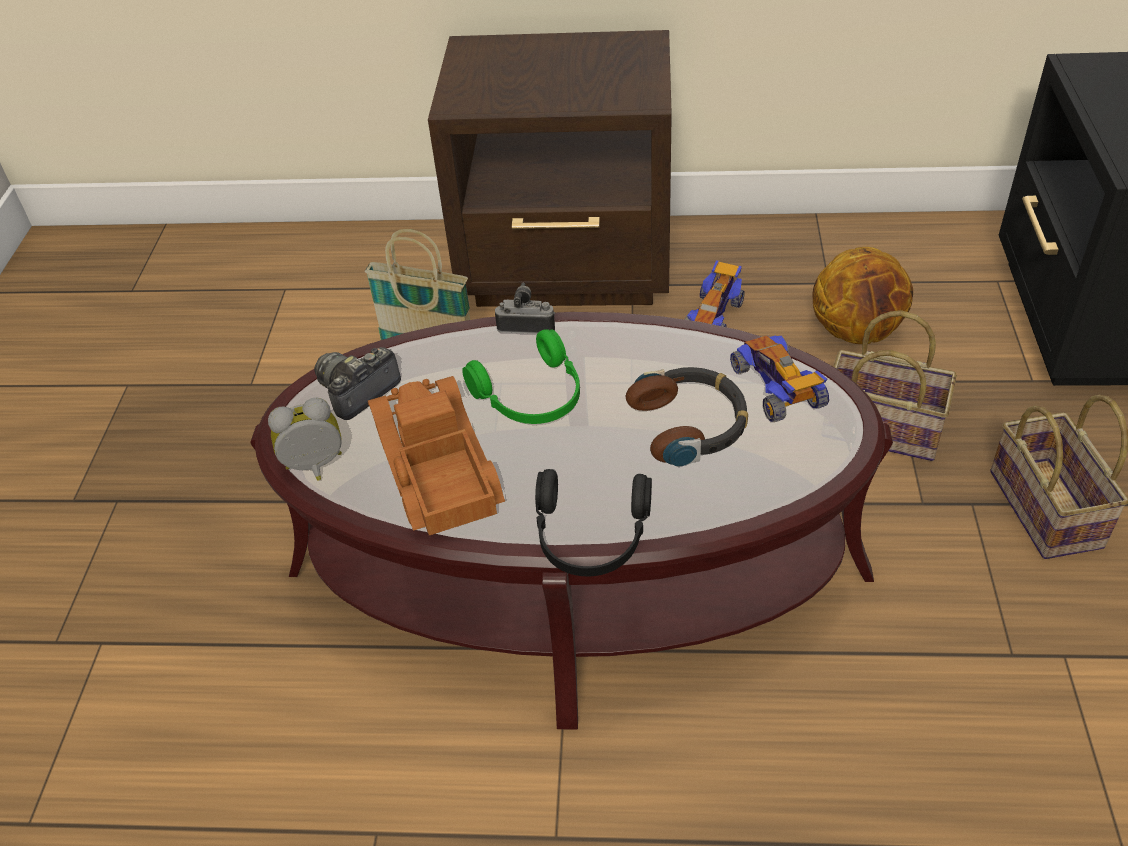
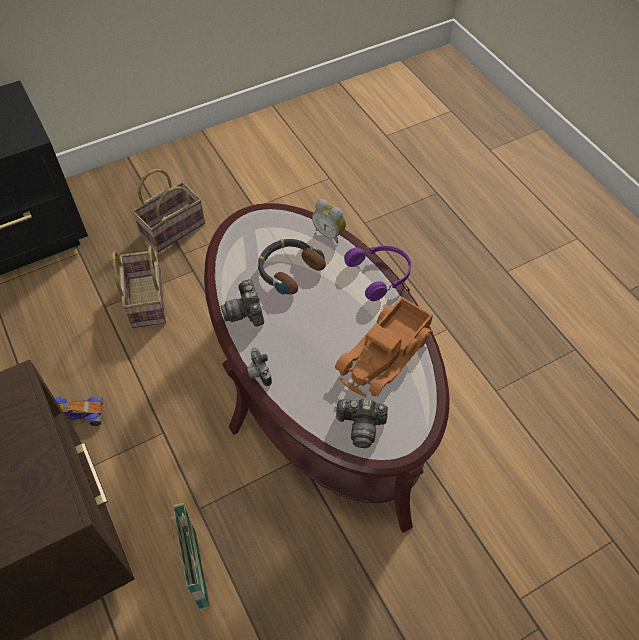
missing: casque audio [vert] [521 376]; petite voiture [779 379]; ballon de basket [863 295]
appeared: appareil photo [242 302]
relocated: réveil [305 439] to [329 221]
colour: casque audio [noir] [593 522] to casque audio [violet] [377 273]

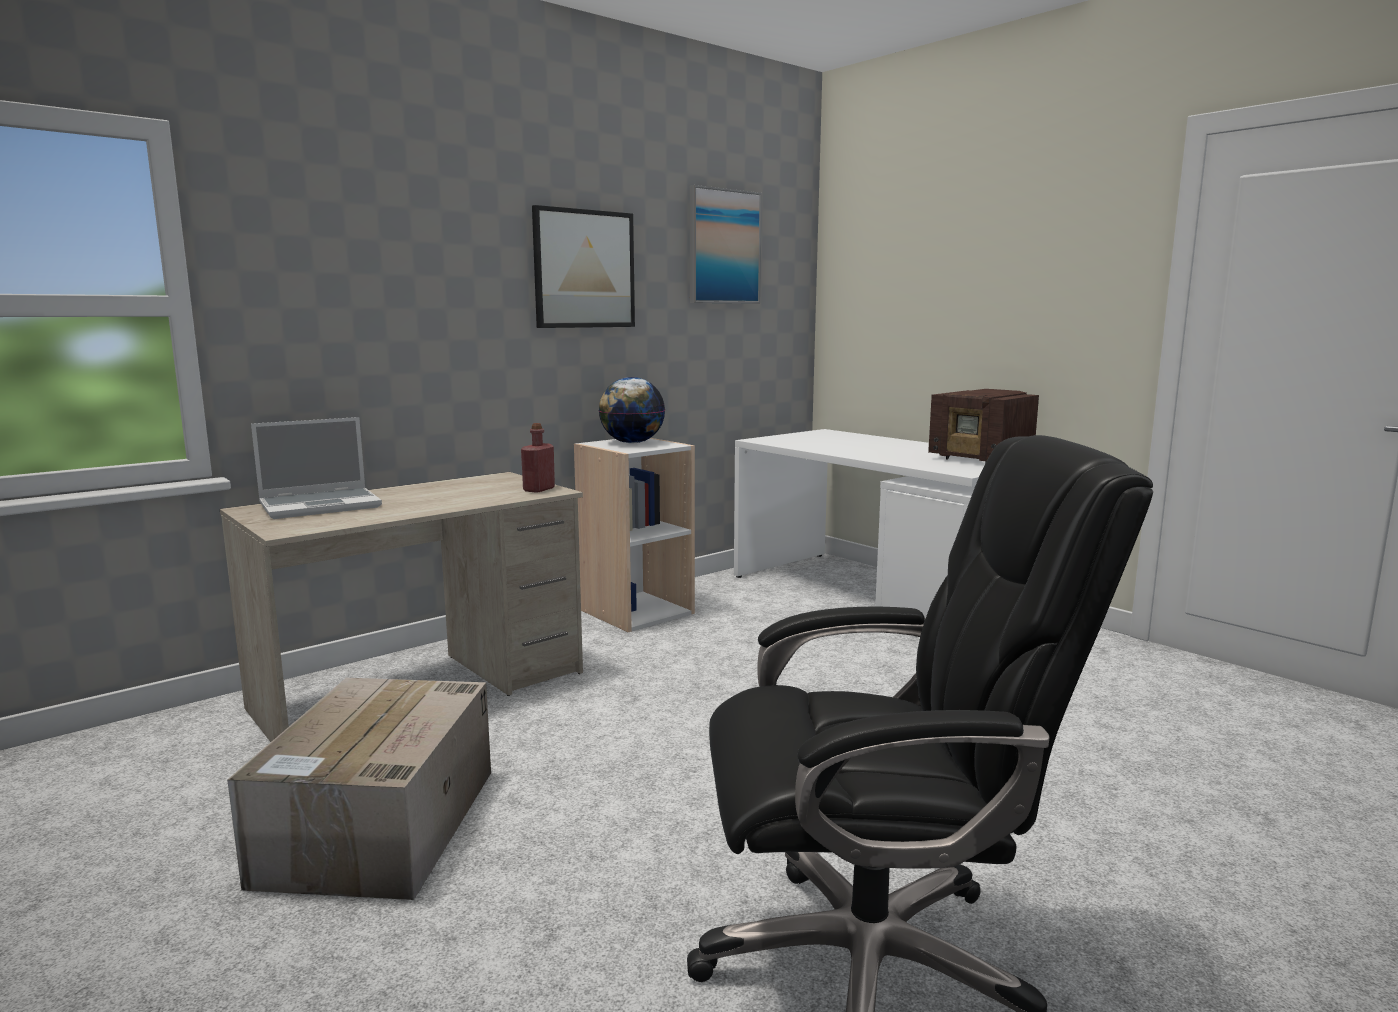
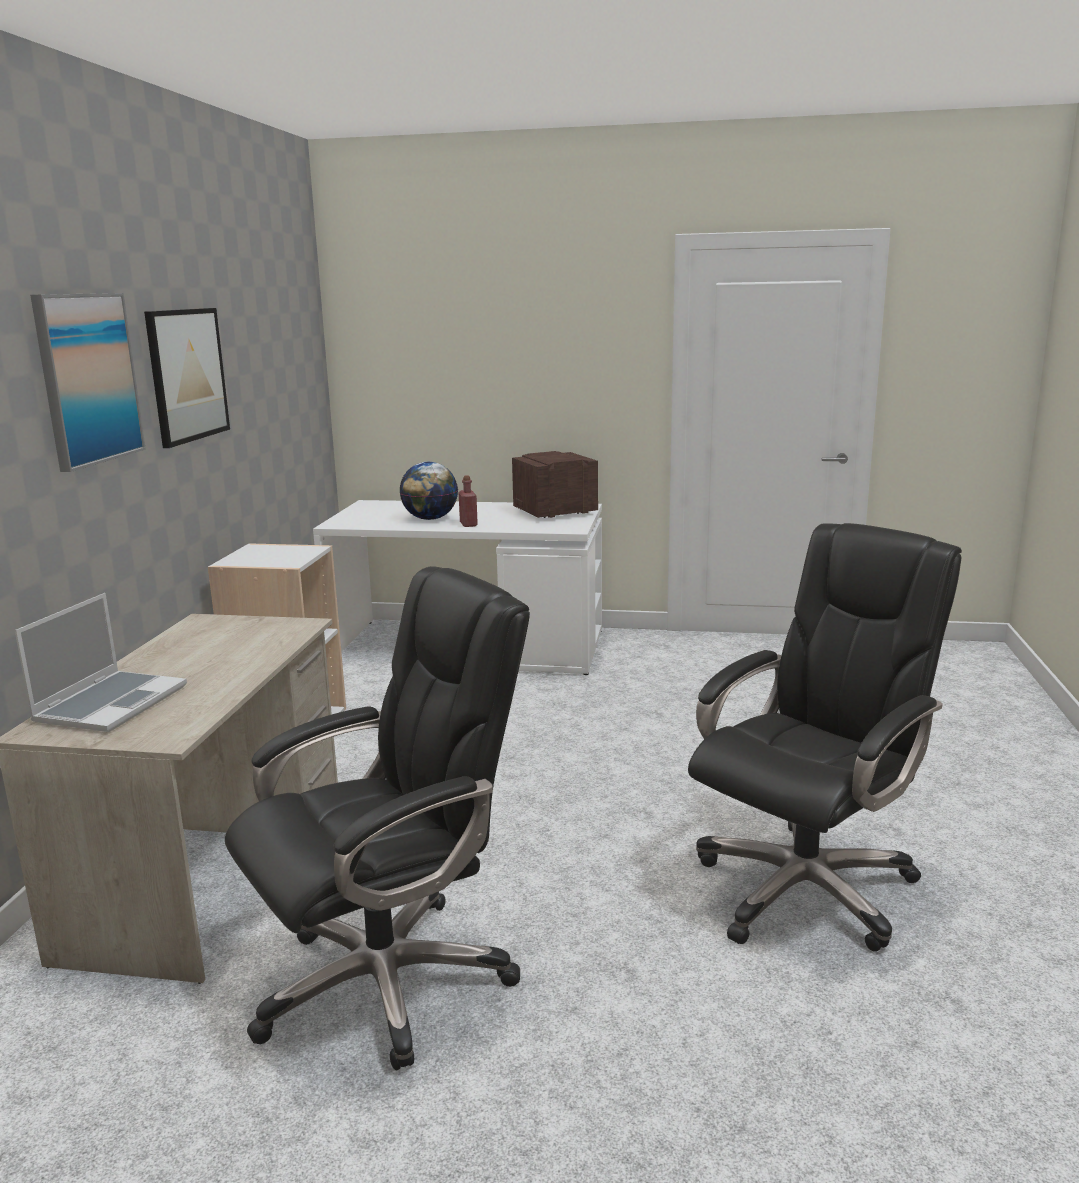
relocated: bouteille [rouge] [538 458] to [468 501]; globe [632 410] to [428 491]; tableau [726 244] to [88 382]
exchanged: carton [359 789] to chaise de bureau [noir] [377 818]
spun: radio [983 426] = [555 484] 150 degrees clockwise

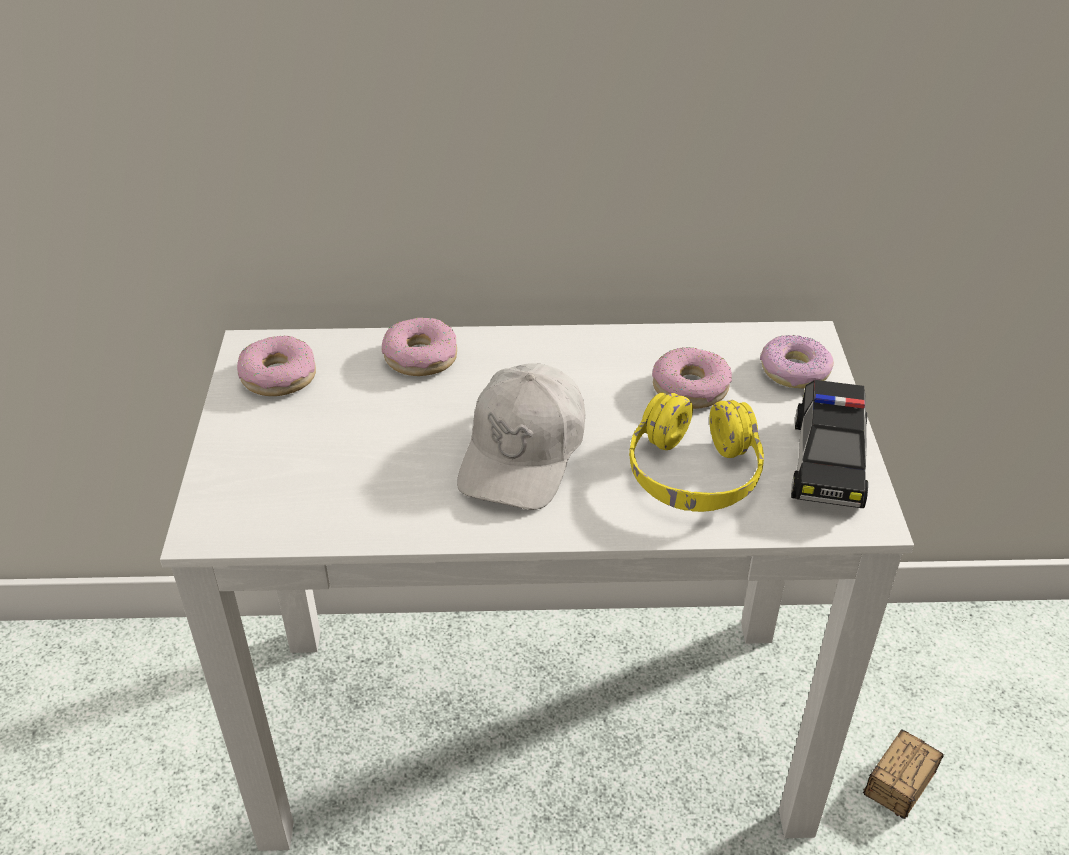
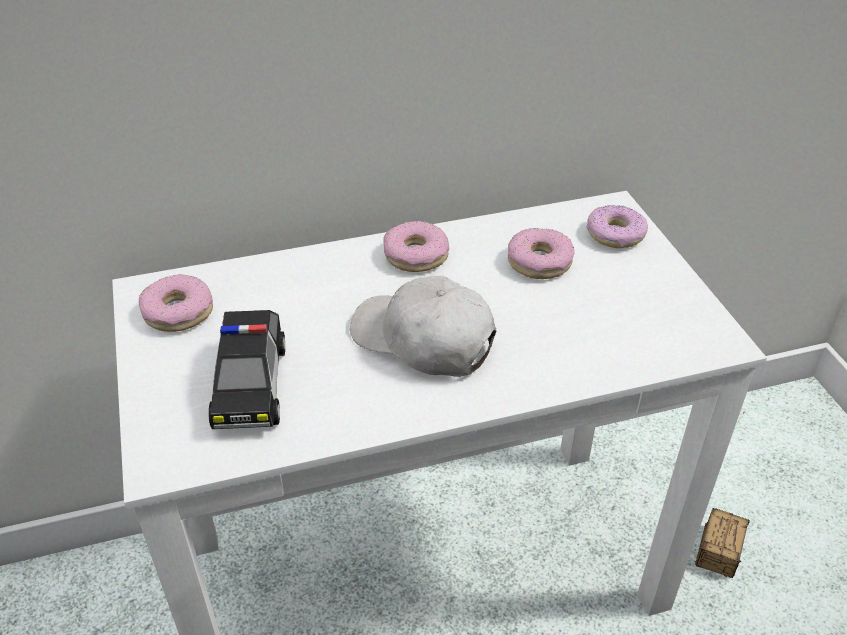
missing: casque audio [jaune] [696 452]
relocated: beignet [419 346] to [416 246]; petite voiture [829 444] to [247 369]
spun: casquette [blanc] [521 436] = [423 326] 120 degrees clockwise

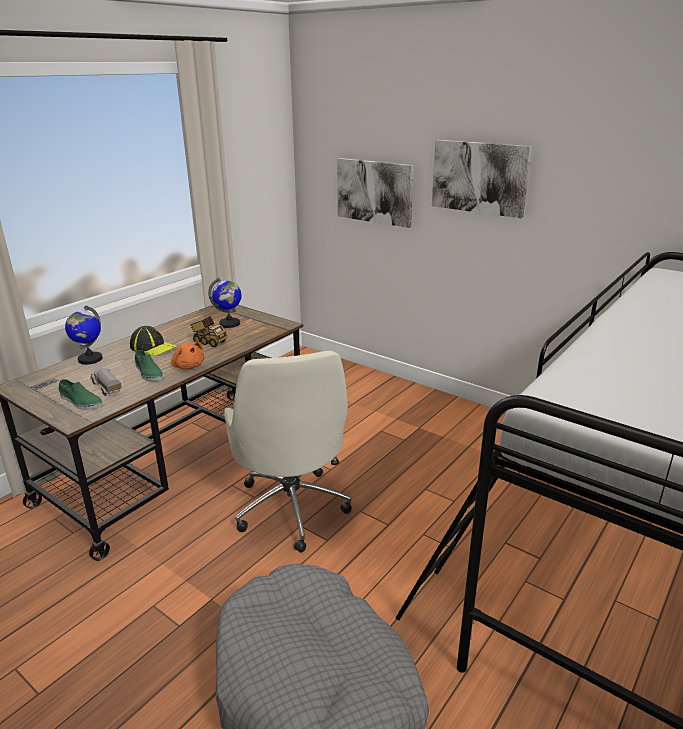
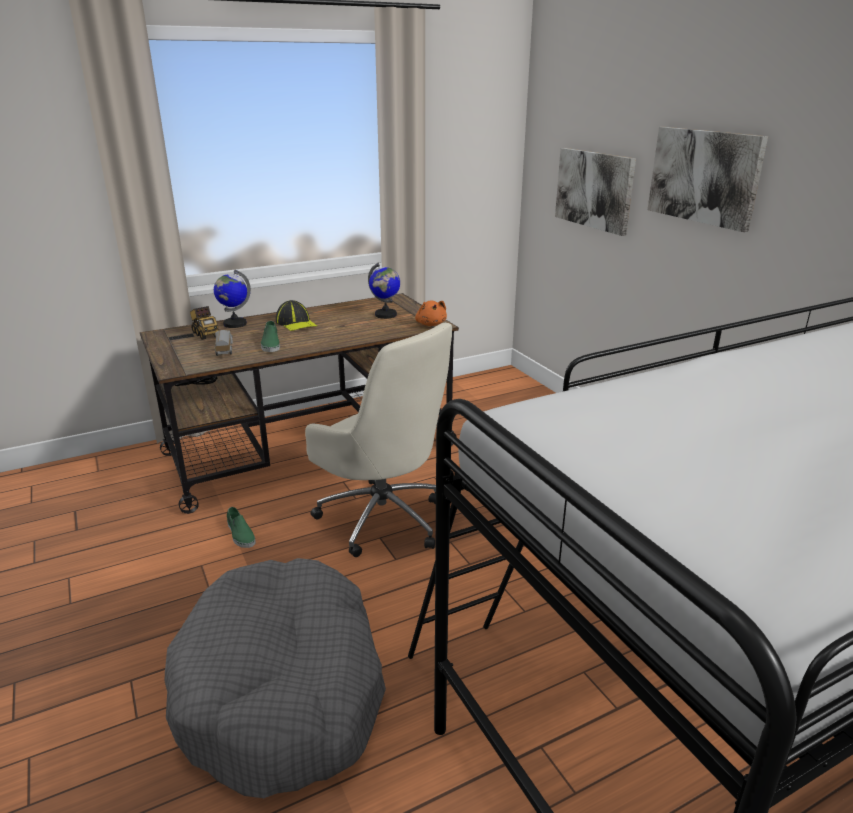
relocated: chaussure [vert] [80 394] to [241 527]; peluche [orange] [188 355] to [431 313]; camion jouet [208 331] to [204 323]
spun: chaise de bureau [beige] [288 452] = [378 440] 60 degrees counterclockwise

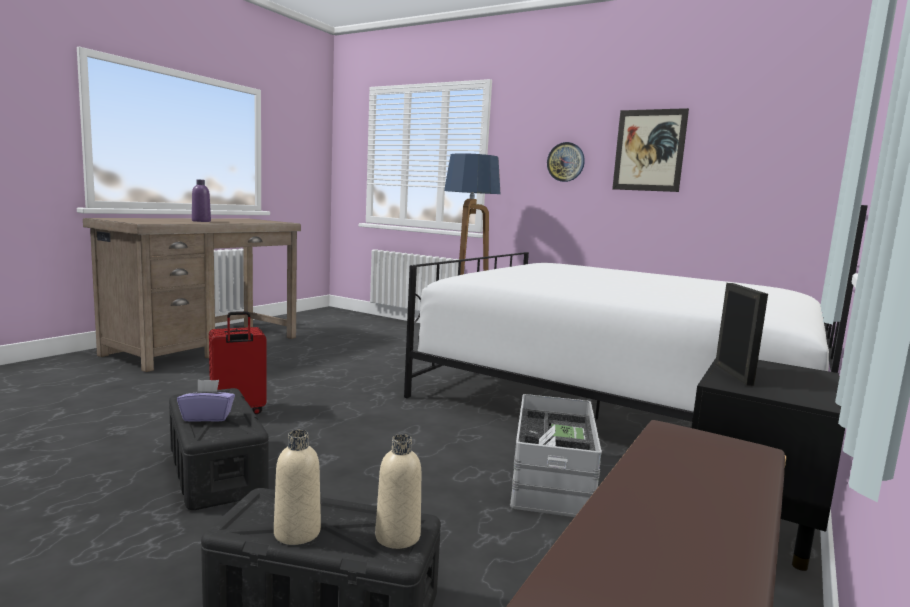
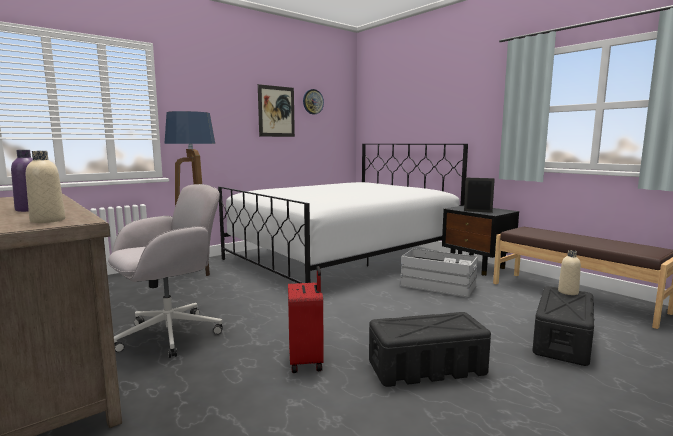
missing: boîte à mouchoirs [violet] [206 401]
appeared: chaise de bureau [gris] [165 271]
relocated: bouteille [beige] [297 487] to [45 187]; horloge murale [566 162] to [313 101]

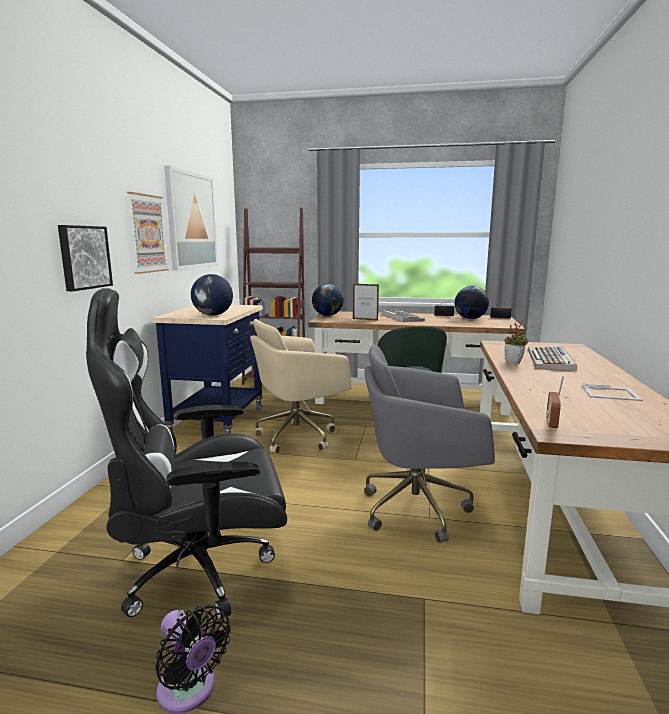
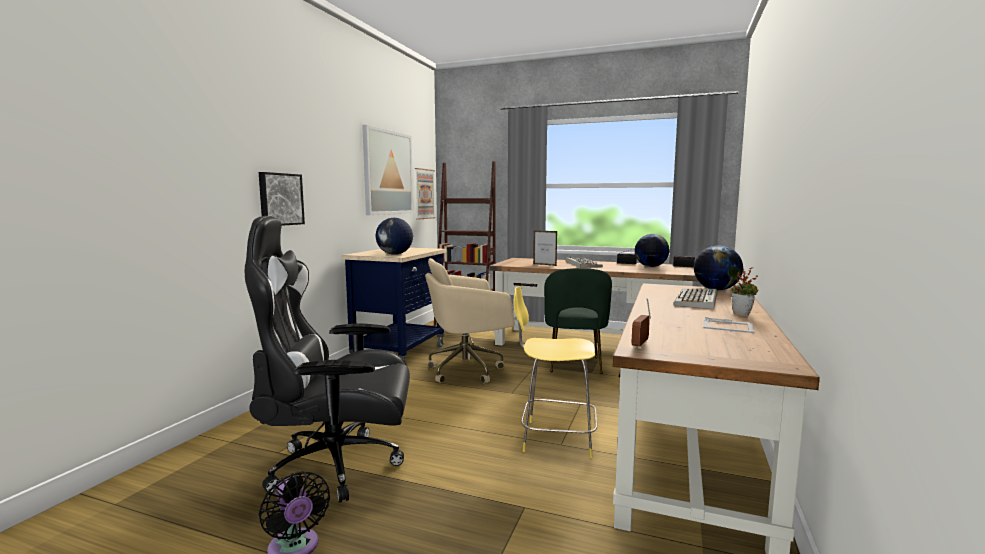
relocated: tableau [148 233] to [425 193]; globe [328 300] to [718 267]; plante en pot [516 342] to [745 291]
exchanged: chaise de bureau [gris] [429 444] to tabouret [jaune] [555 372]

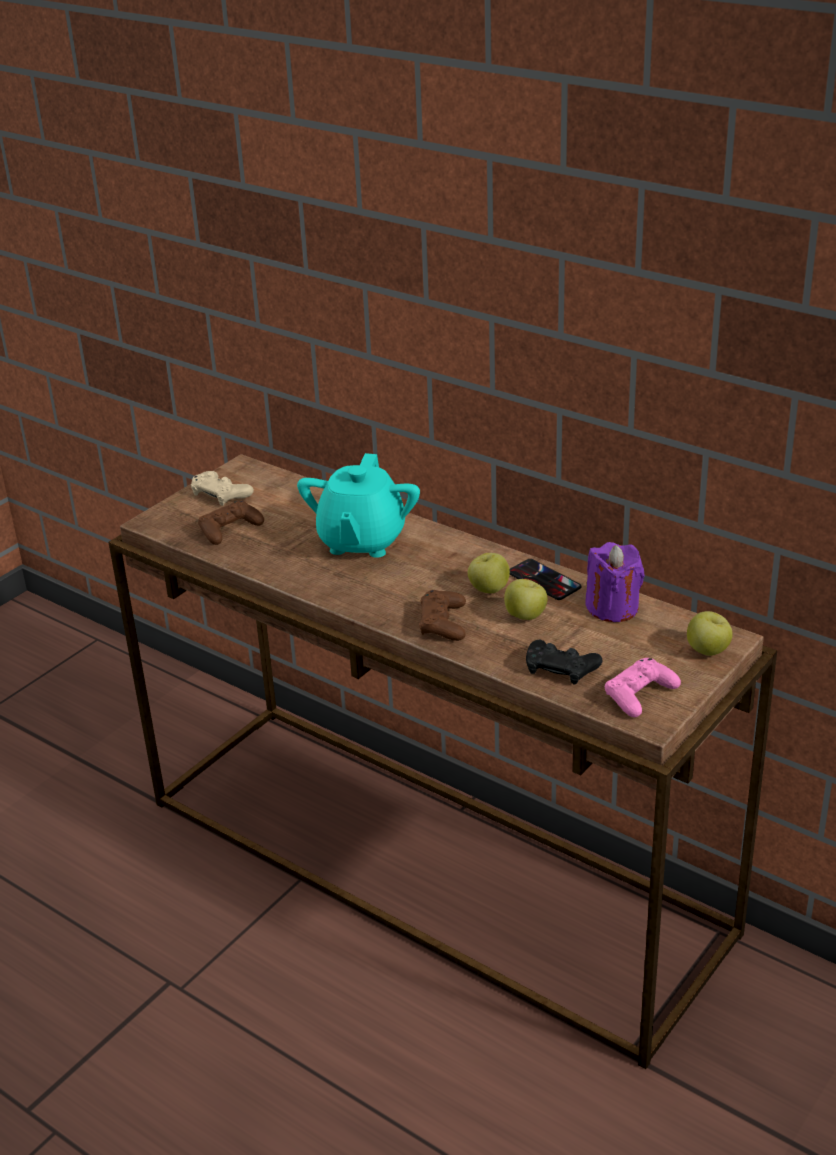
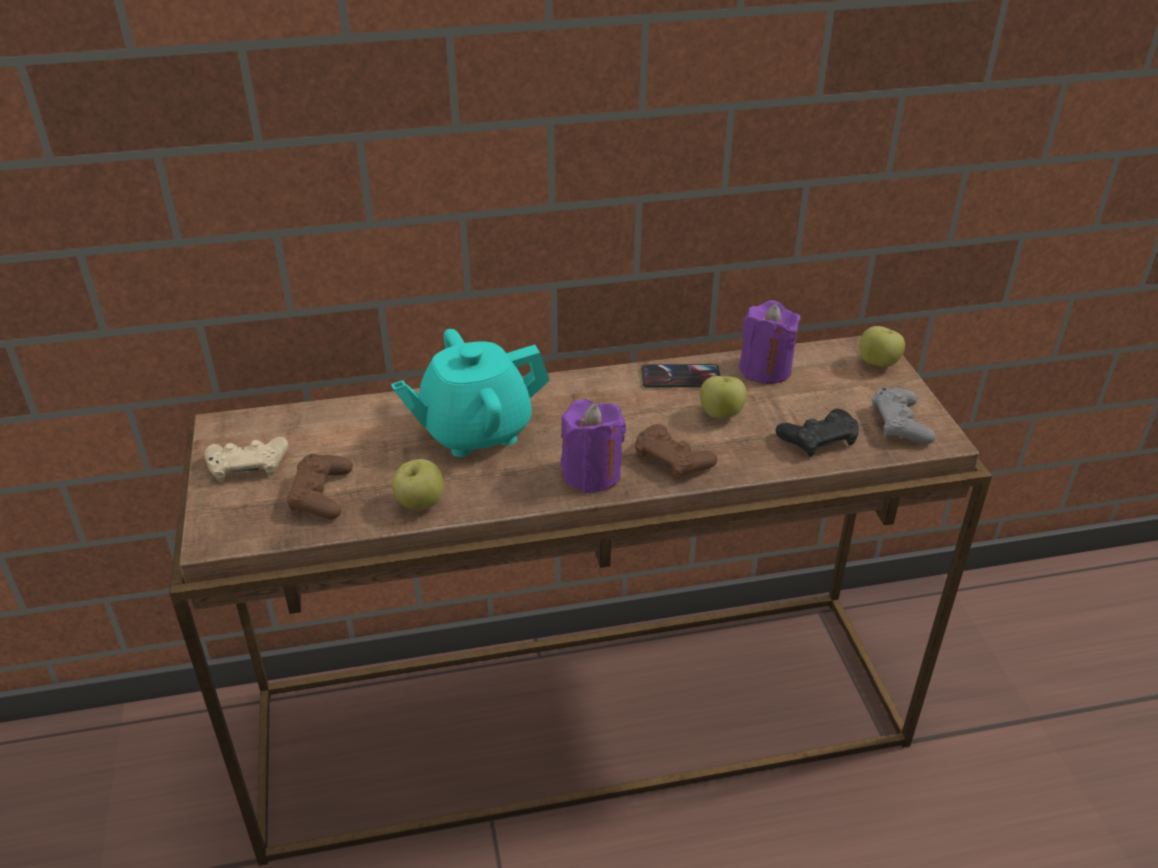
appeared: bougie [violet] [593 446]
relocated: pomme [489 573] to [418 484]
colour: manette [rose] [643 687] to manette [gris] [904 415]
spun: théière [turquoise] [358 505] = [470 393] 105 degrees clockwise

